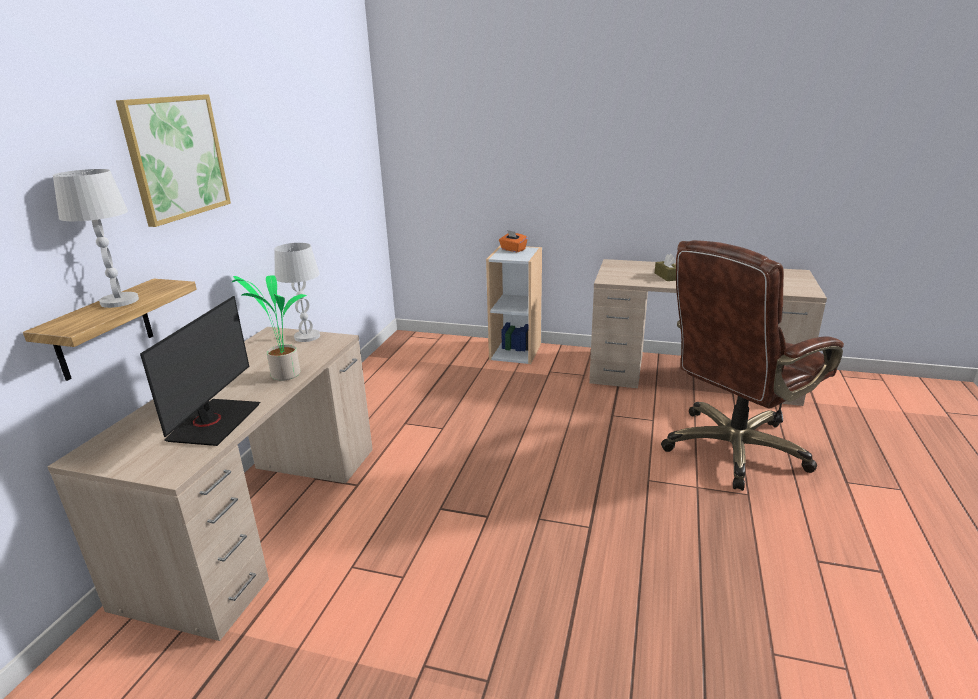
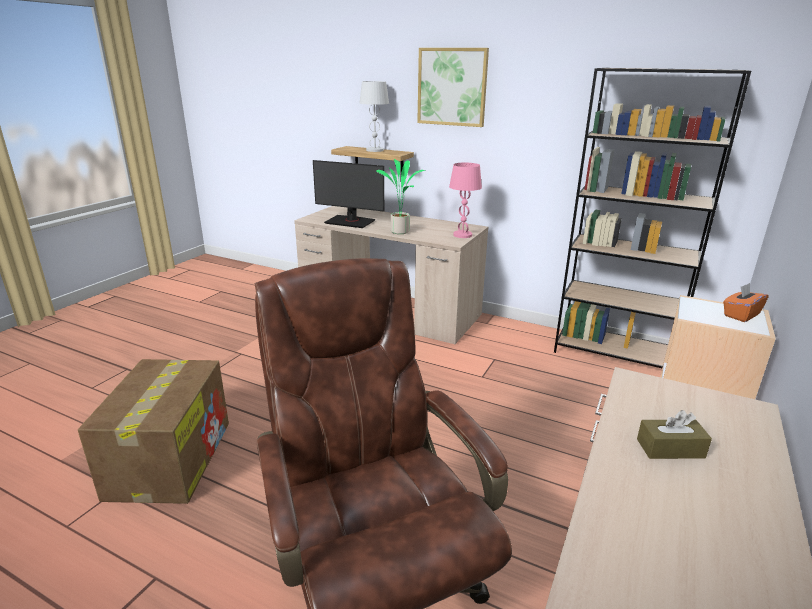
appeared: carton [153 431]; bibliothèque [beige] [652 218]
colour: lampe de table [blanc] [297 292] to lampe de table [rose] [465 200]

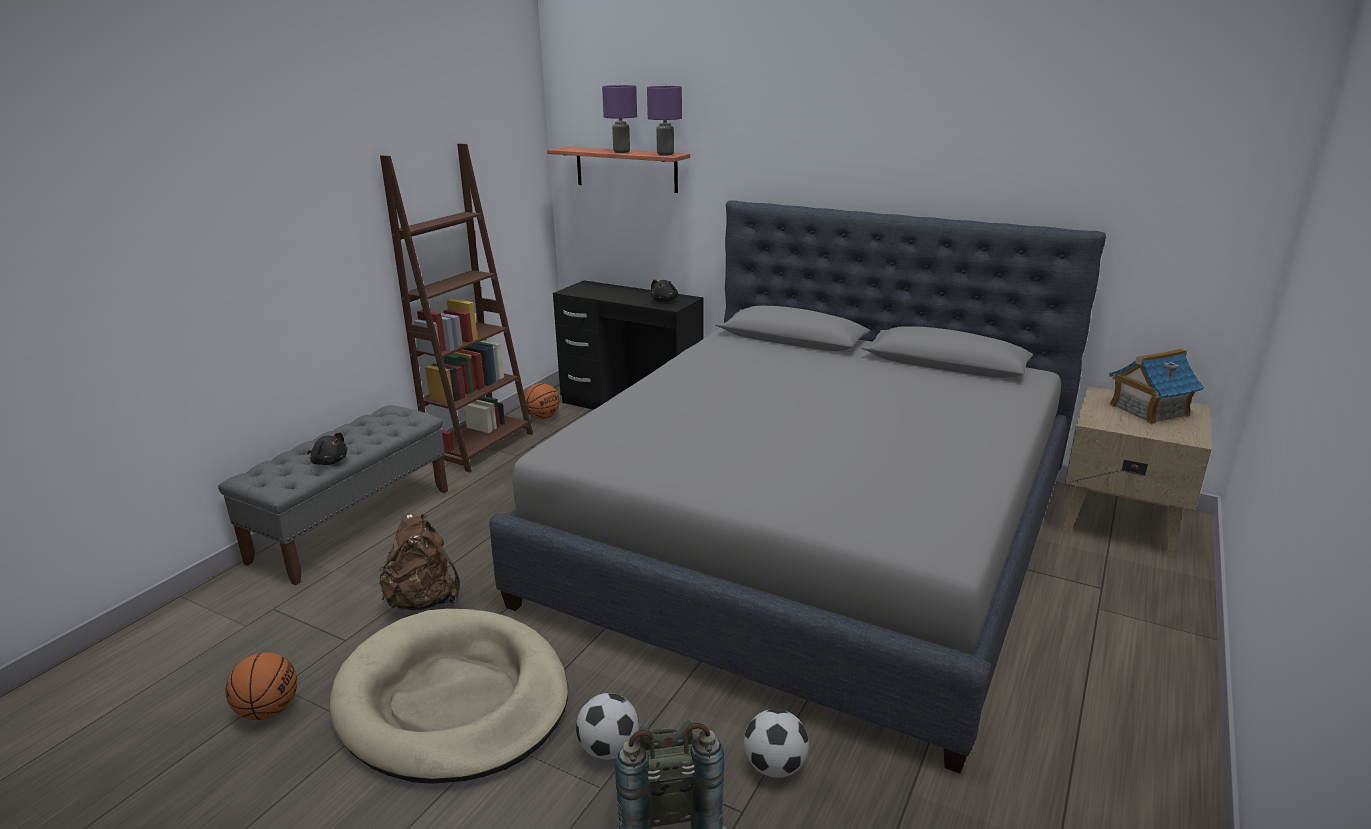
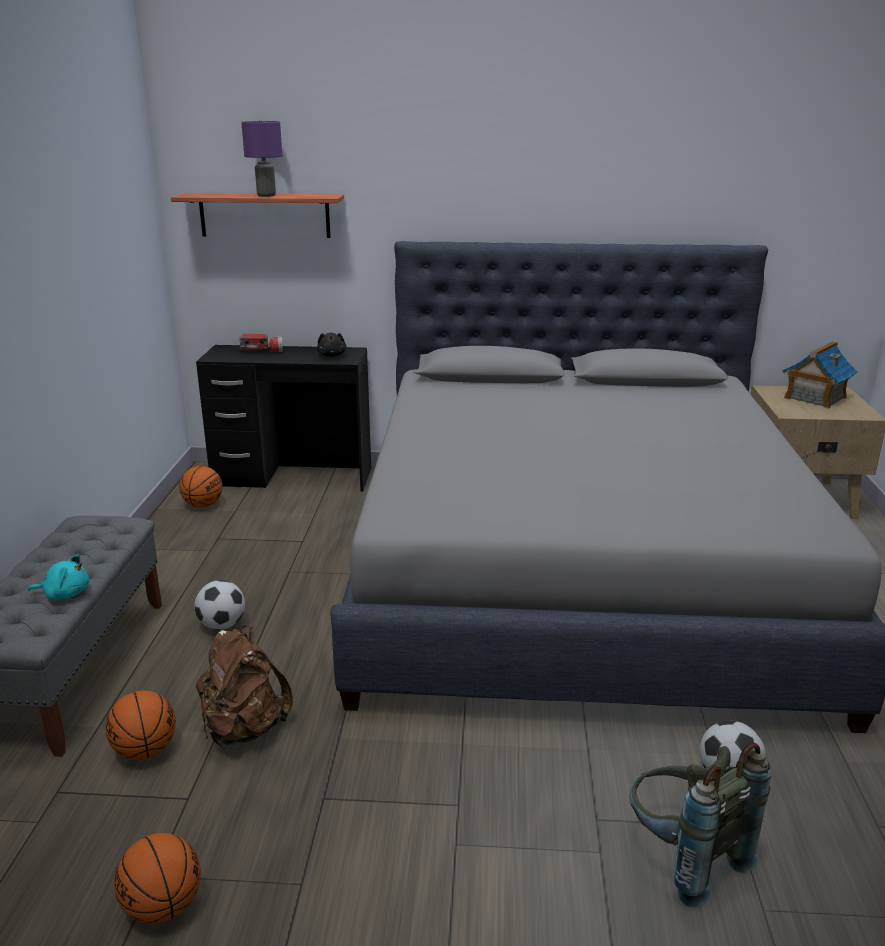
missing: panier pour chien [beige] [449 696]; bibliothèque [marron] [456 307]; lampe de table [violet] [664 120]
appeared: ballon de basket [140 725]; lampe de poche [261 343]
relocated: ballon de foot [607 726] to [219 605]
colour: peluche [noir] [327 449] to peluche [turquoise] [58 577]

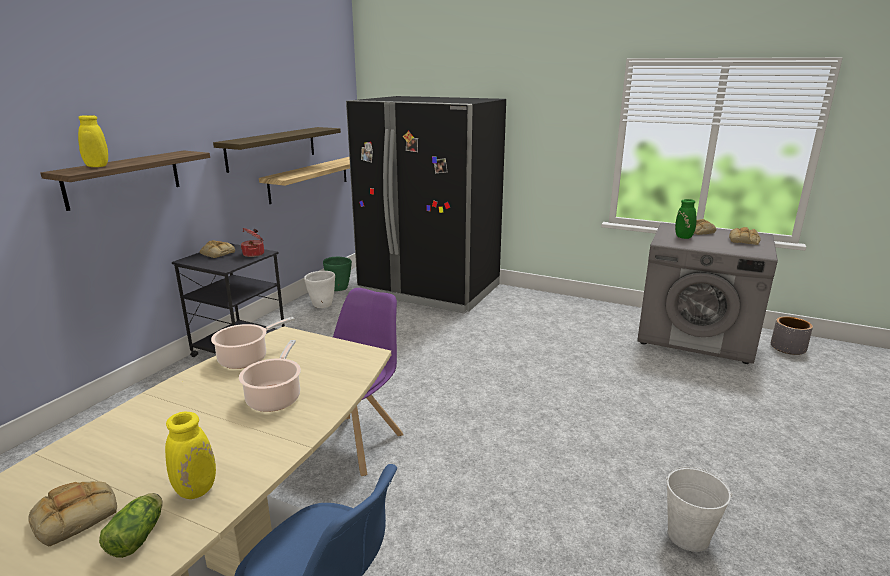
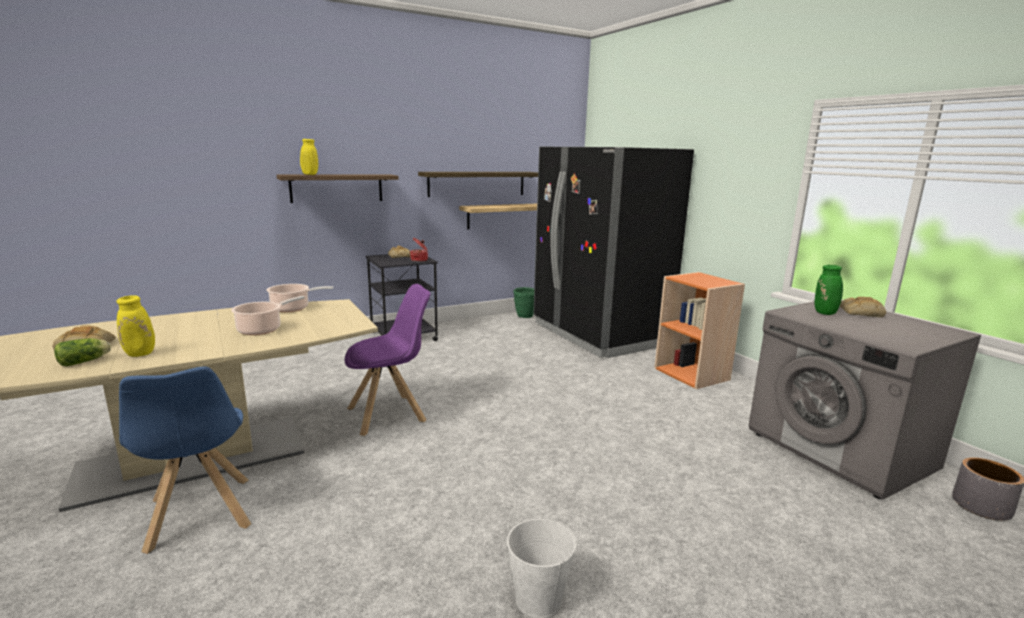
missing: cache-pot [blanc] [319 289]; pain [745 236]
appeared: bibliothèque [orange] [699 330]

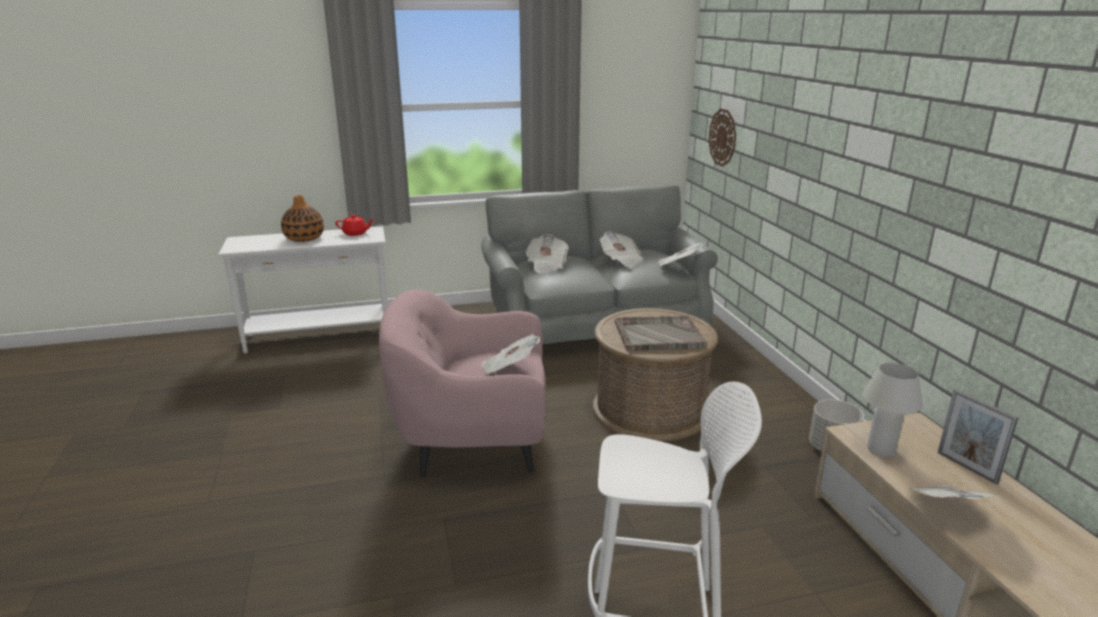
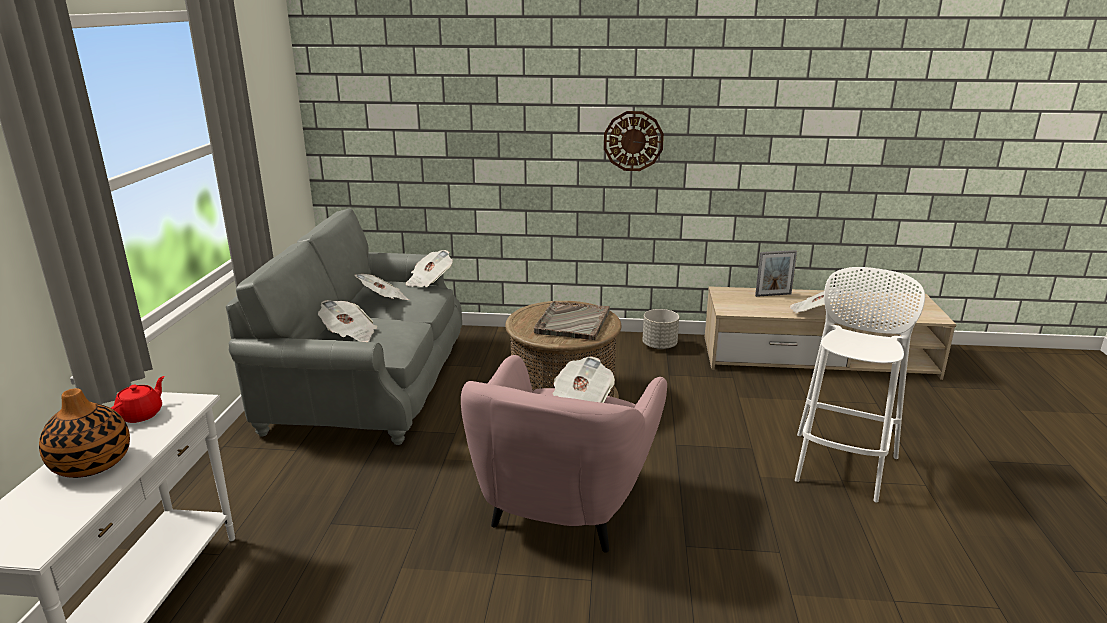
missing: lampe de table [blanc] [893 410]
relocated: horloge murale [722 137] to [634 141]

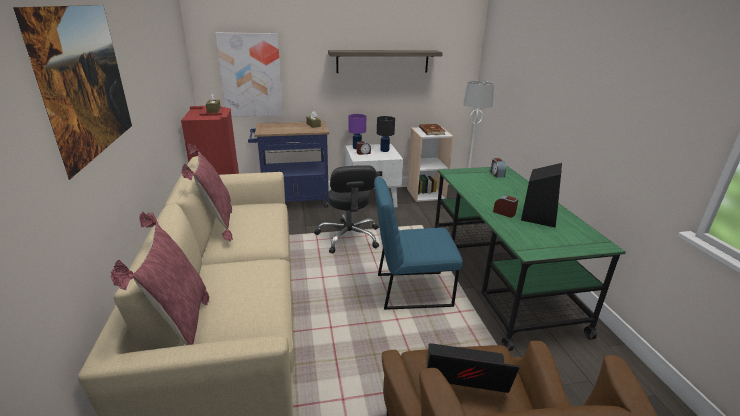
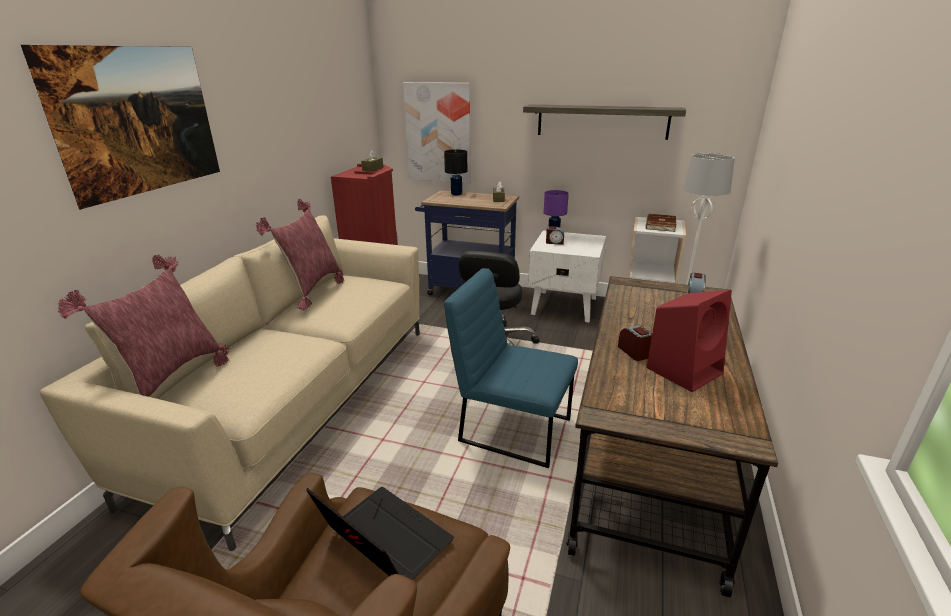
relocated: lampe de table [noir] [386 134] to [455 172]
colour: bureau [vert] [530 258] to bureau [marron] [672 436]; enceinte [noir] [541 195] to enceinte [rouge] [689 341]

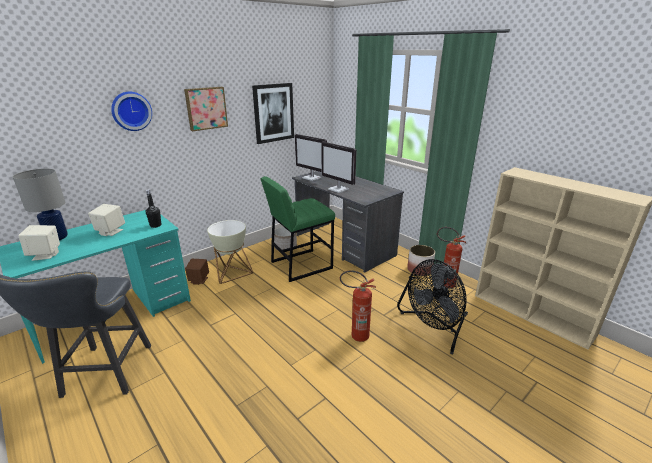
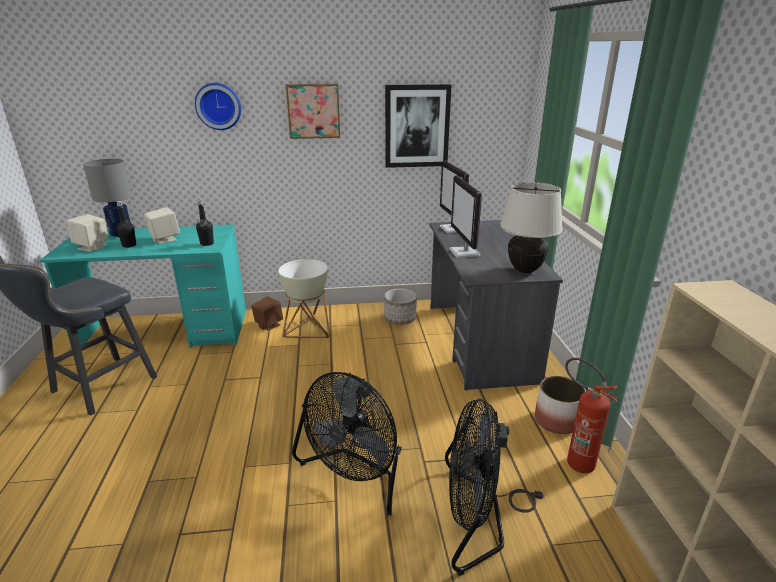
missing: chaise [vert] [297 229]
appeared: bouteille [noir] [126 224]; lampe de table [beige] [531 227]
exchanged: extincteur [358 306] to ventilateur [noir] [347 444]

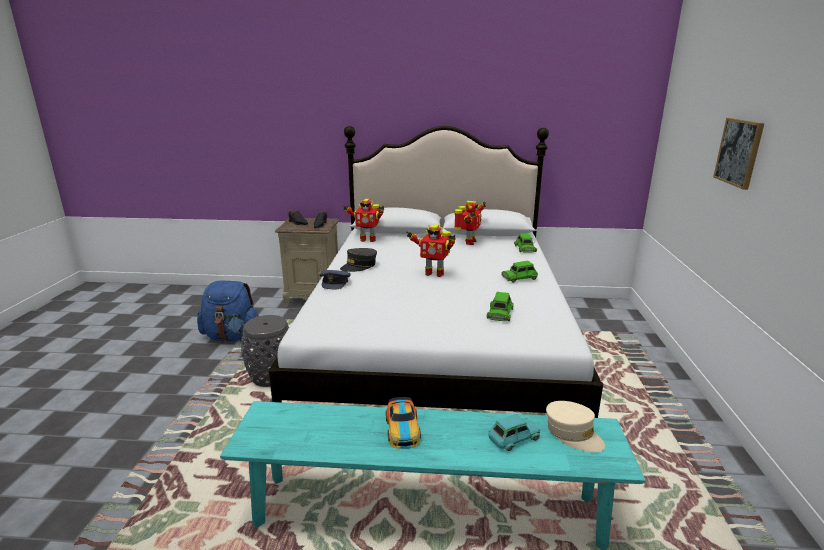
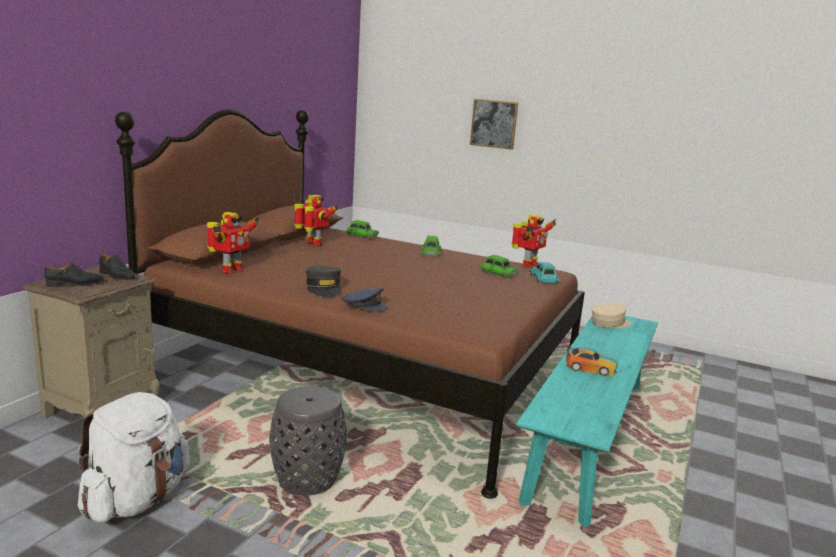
relocated: robot jouet [431 250] to [533 241]; petite voiture [turquoise] [514 432] to [544 272]
colour: sac à dos [bleu] [228 311] to sac à dos [blanc] [133 457]; lit [blanc] [435 272] to lit [marron] [350 304]

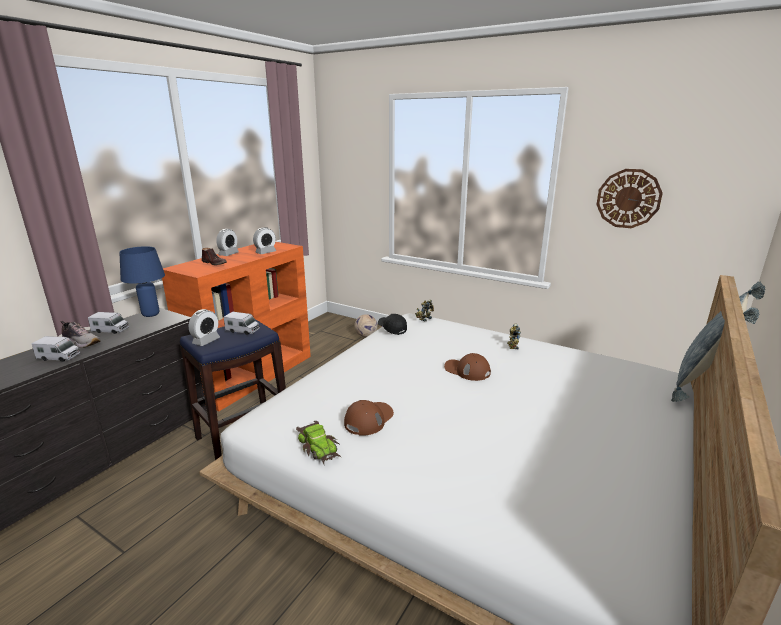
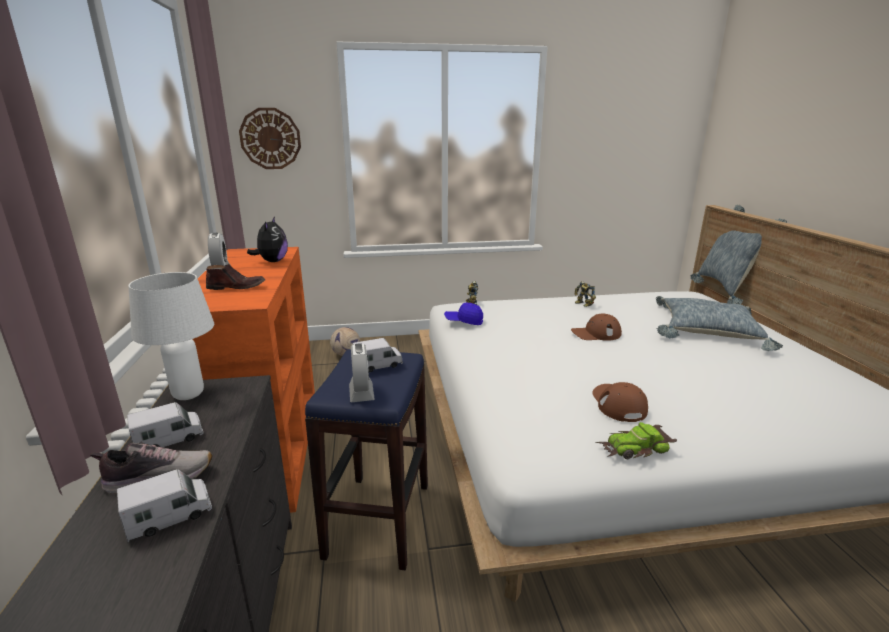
appeared: coussin [720 323]
relocated: horloge murale [629 198] to [270 138]
exchanged: réveil [264 240] to peluche [267 239]
colour: lampe de table [bleu] [142 281] to lampe de table [blanc] [171 336]; casquette [noir] [392 324] to casquette [bleu] [463 314]
spun: petite voiture [319 442] = [636 440] 150 degrees clockwise

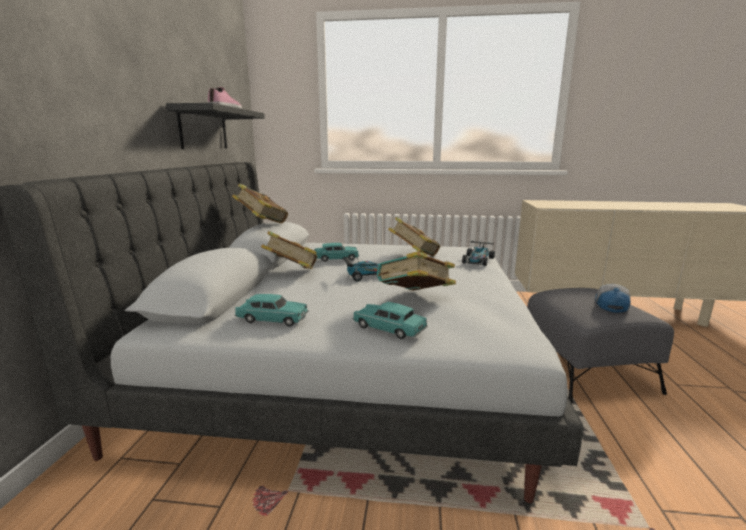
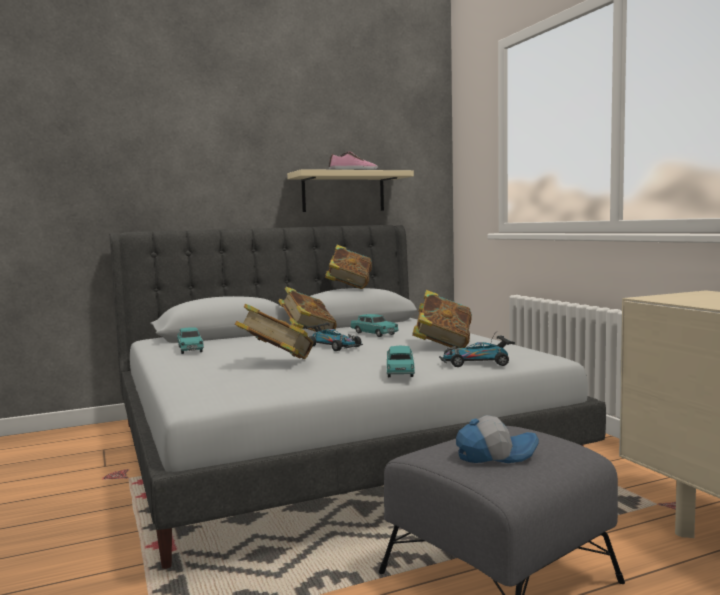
relocated: petite voiture [turquoise] [390 320] to [400 361]
colour: étagère [noir] [215 126] to étagère [beige] [350 190]

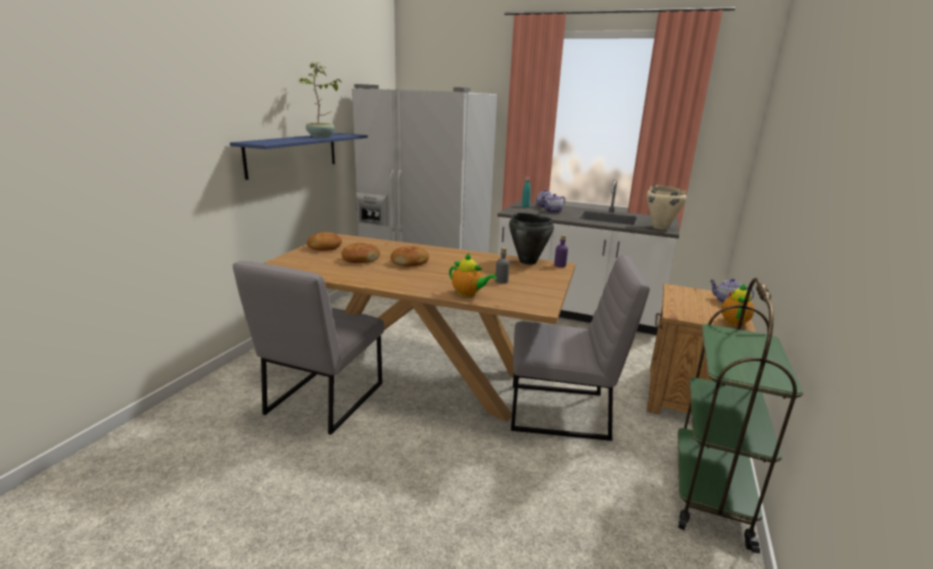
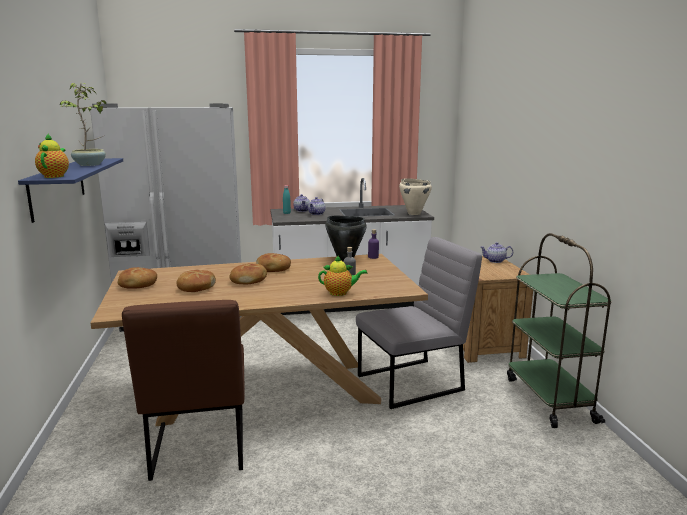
appeared: pain [273 262]
relocated: théière [737 304] to [52 155]
colour: chaise [gris] [308 348] to chaise [marron] [183 390]

